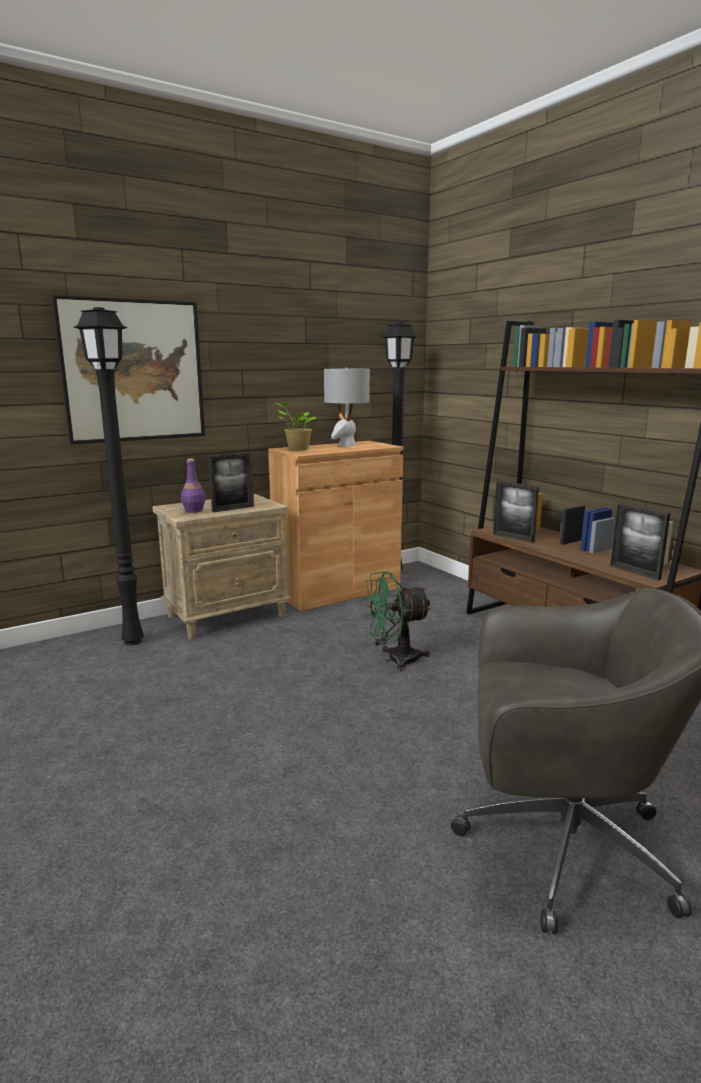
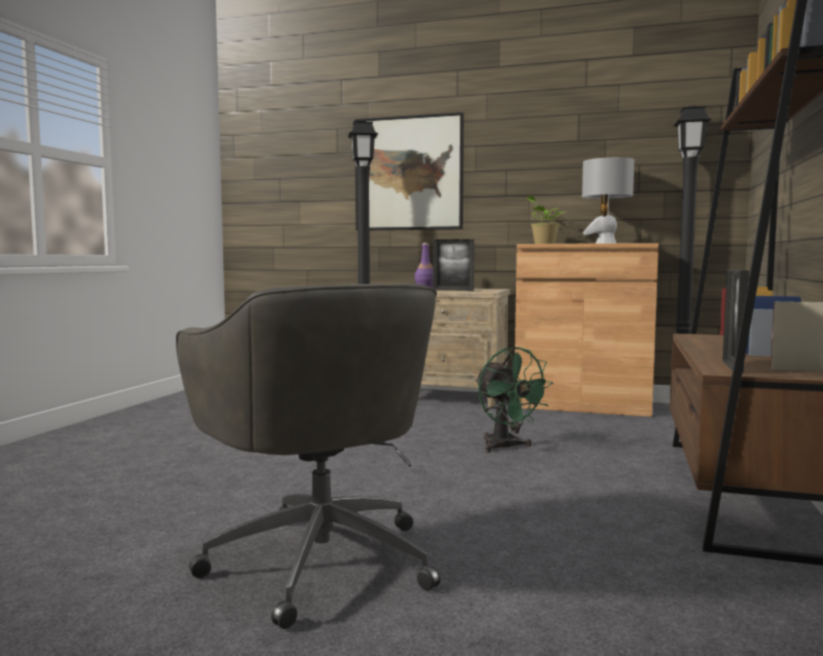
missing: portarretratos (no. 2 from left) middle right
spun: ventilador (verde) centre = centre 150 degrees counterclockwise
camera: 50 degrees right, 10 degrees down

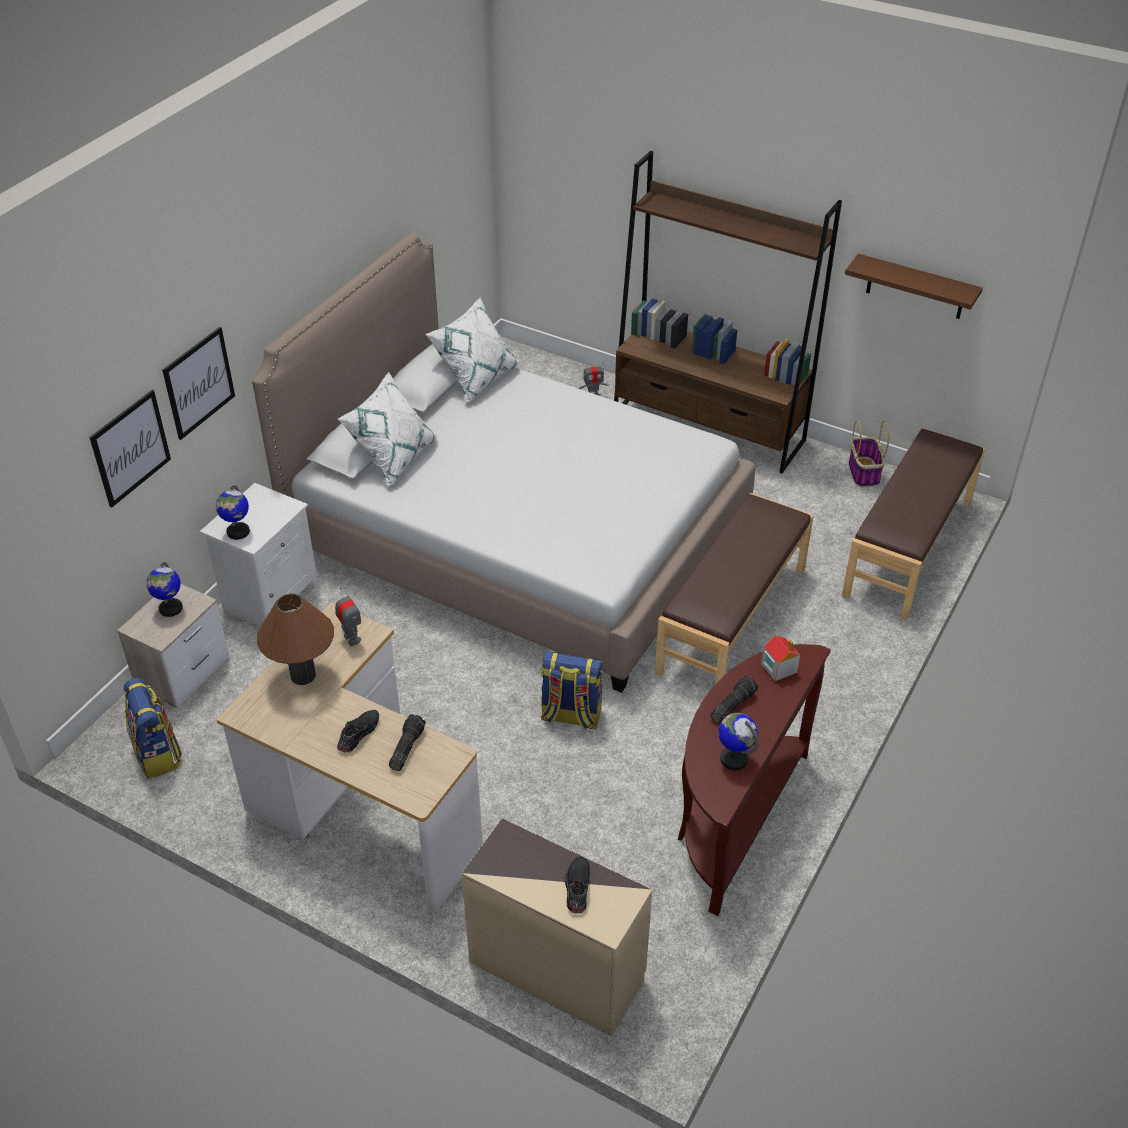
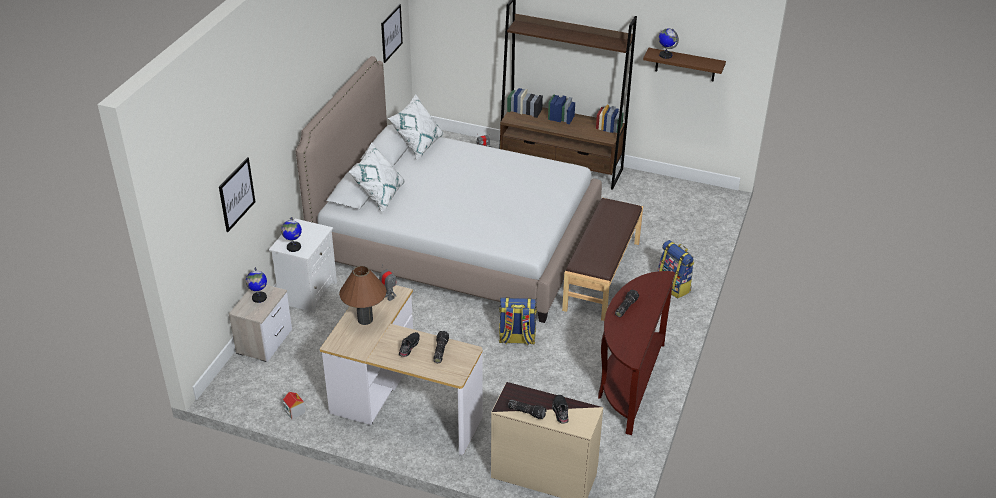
missing: banco (marrón) (no. 2 from left) middle right; cesta middle right
appeared: linterna (no. 2 from left) bottom centre
relocated: mochila (no. 1 from left in the first image) middle left to mochila (no. 2 from left) middle right; cuadro (no. 2 from left) middle left to top centre; globo terráqueo (no. 3 from left) centre to top right; casita middle right to bottom left
camera: 10 degrees left, 5 degrees down

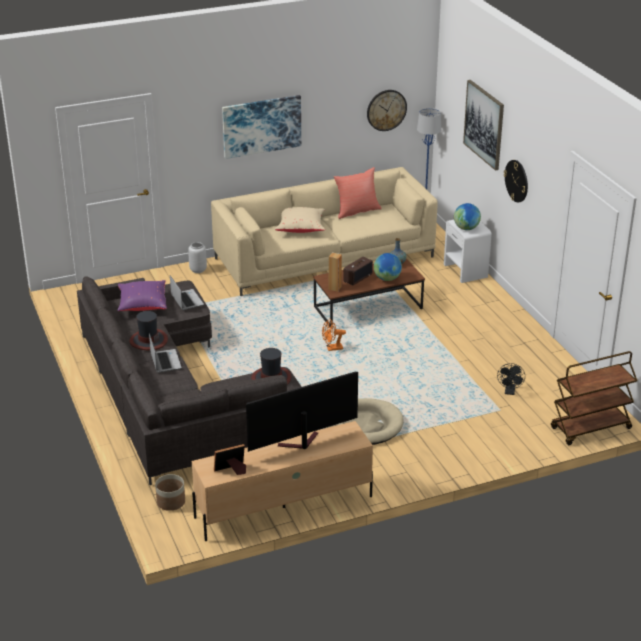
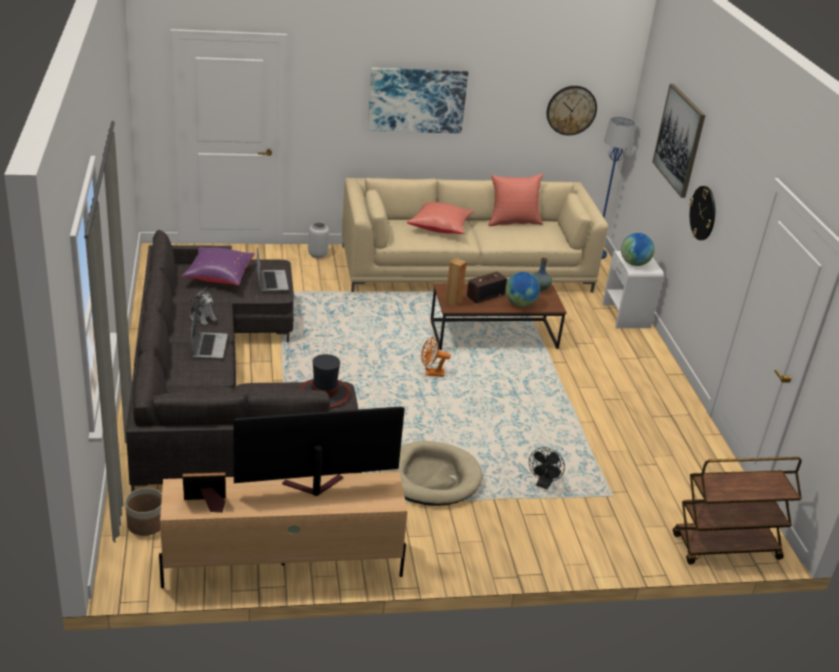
relocated: ventilador (negro) middle right to bottom centre
exchanged: sombrero (no. 1 from left) middle left to peluche middle left
colour: cojín (beis) centre to cojín (rojo) (no. 1 from left) top centre
camera: 10 degrees right, 0 degrees up

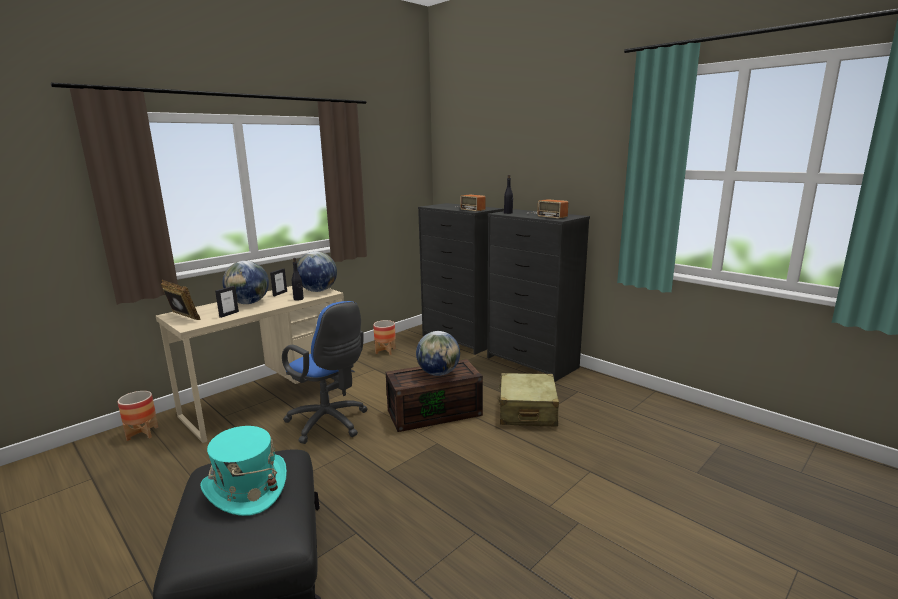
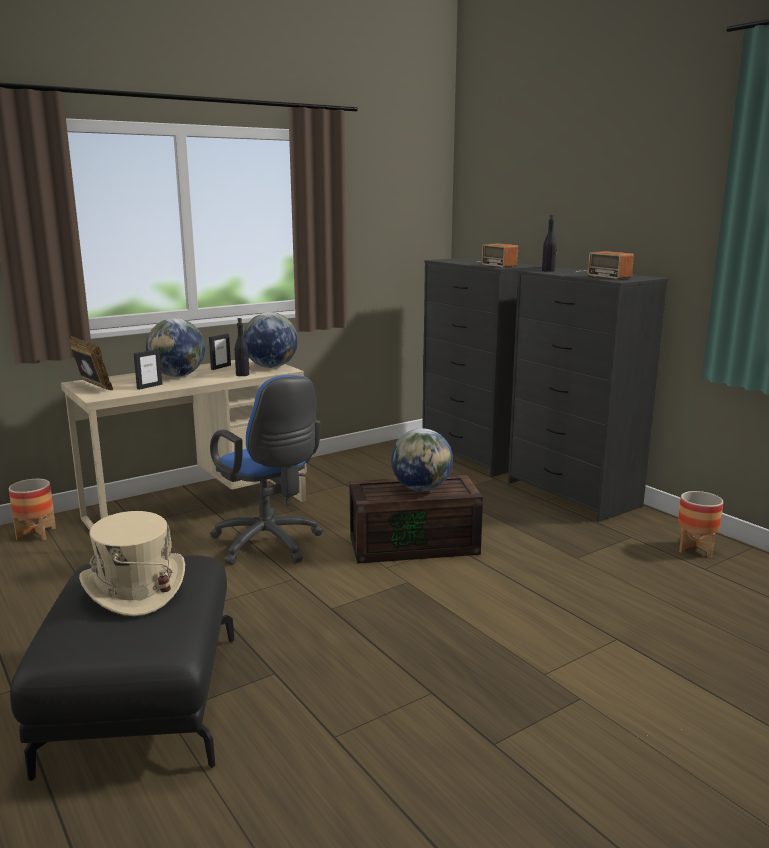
missing: maleta (beis) bottom centre
relocated: maceta (no. 2 from left) centre to middle right
colour: sombrero (turquesa) bottom left to sombrero (beis) middle left
camera: 10 degrees right, 0 degrees up

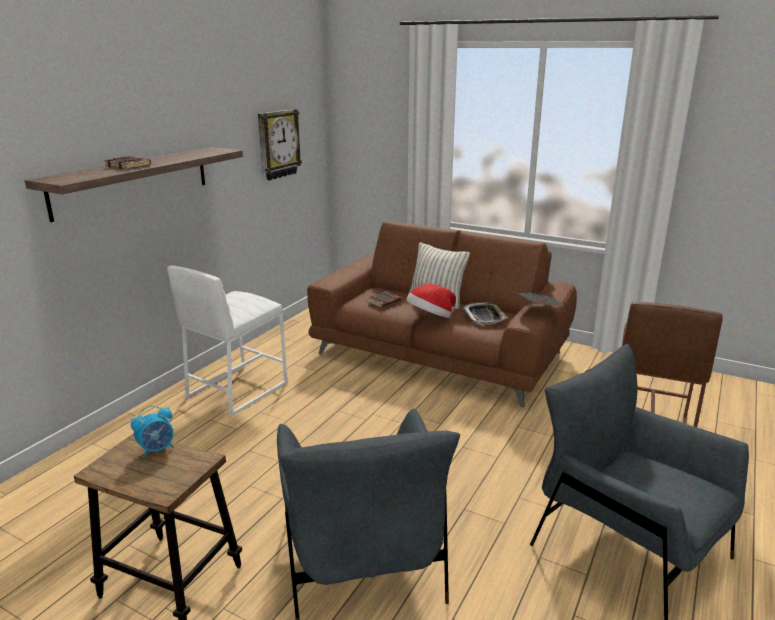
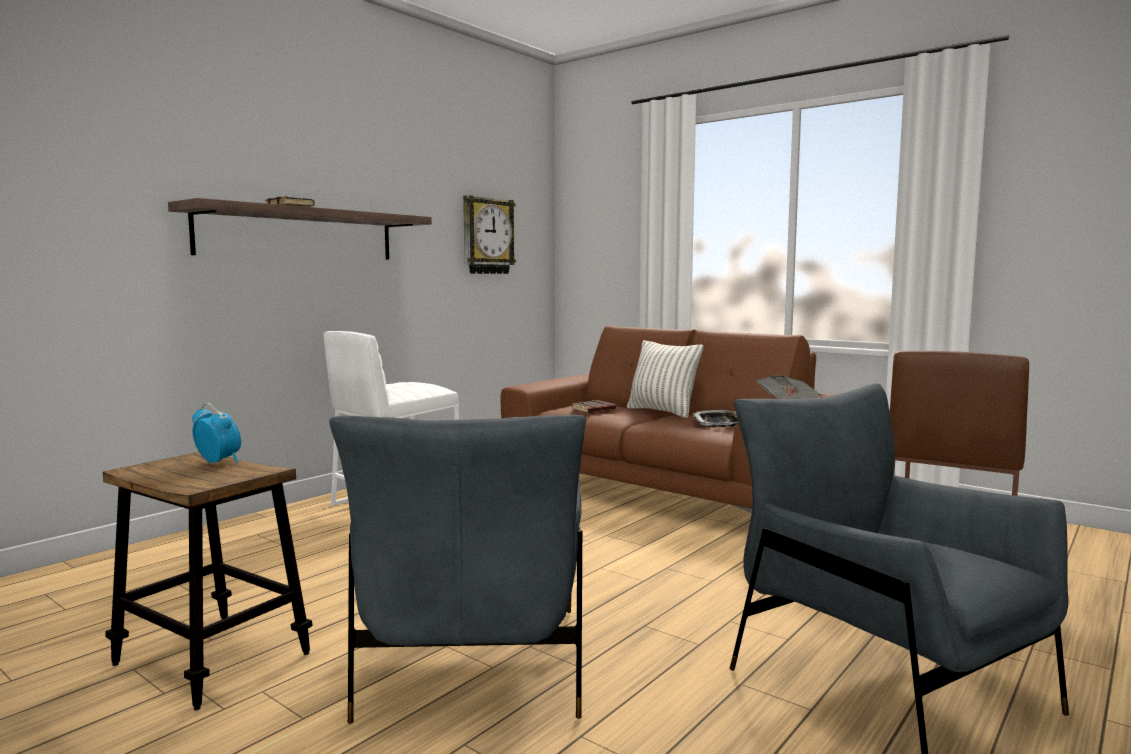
missing: sombrero centre
spun: despertador bottom left = middle left 120 degrees counterclockwise
camera: 10 degrees right, 15 degrees down

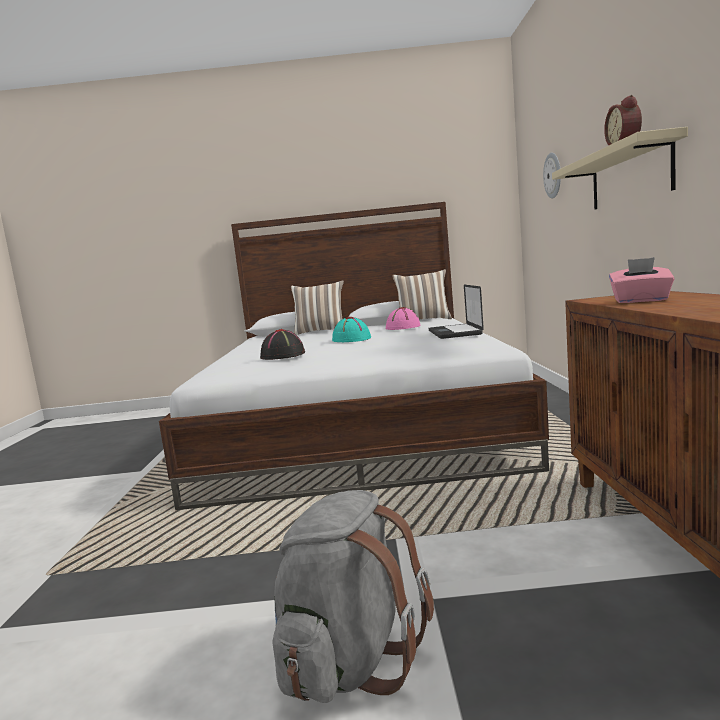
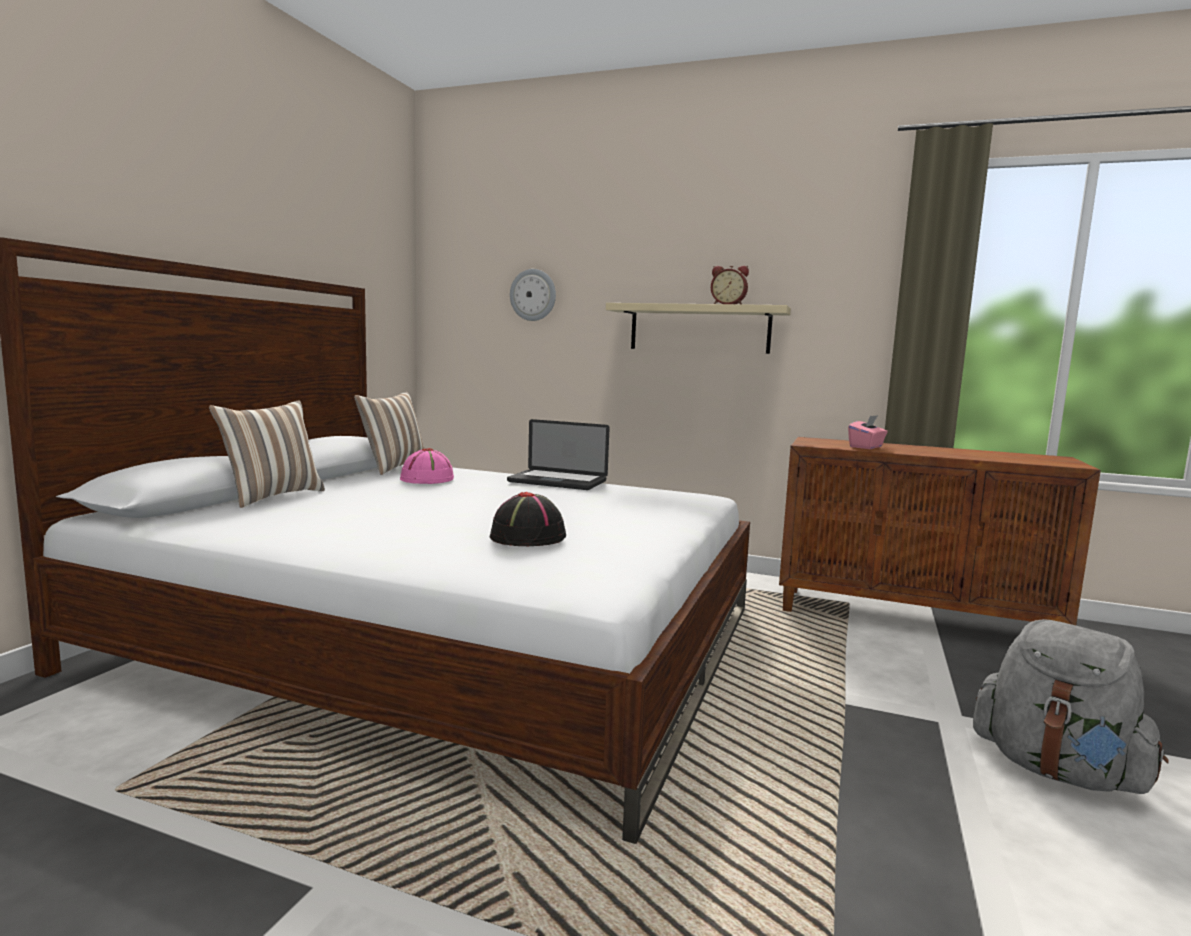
missing: sombrero (turquesa) centre
camera: 70 degrees left, 0 degrees up

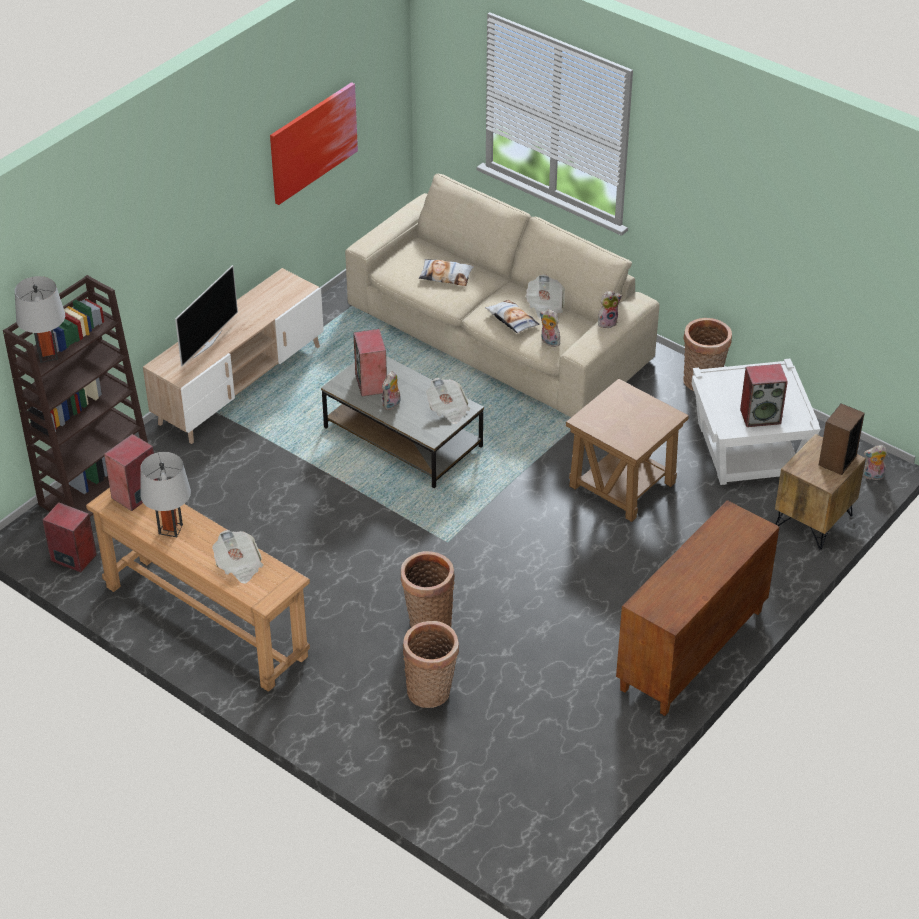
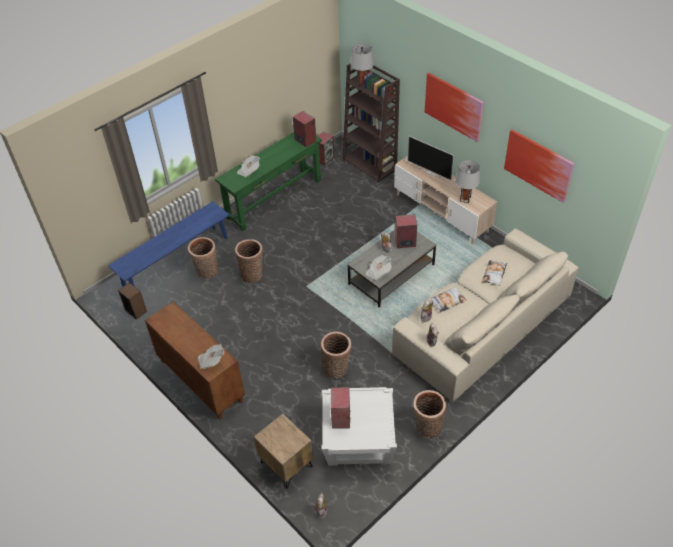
appeared: banco (azul) middle left; cuadro (no. 1 from left) top right
relocated: lámpara de mesa (gris) (no. 2 from left) middle left to top right; periódico (no. 3 from left in the first image) top centre to periódico (no. 1 from left) middle left; altavoz (no. 5 from left in the first image) middle right to altavoz (no. 1 from left) middle left
exchanged: mesa auxiliar (marrón) middle right to cesta (no. 3 from left) centre
colour: mesa consola (marrón) middle left to mesa consola (verde) top centre
camera: 100 degrees right, 5 degrees up

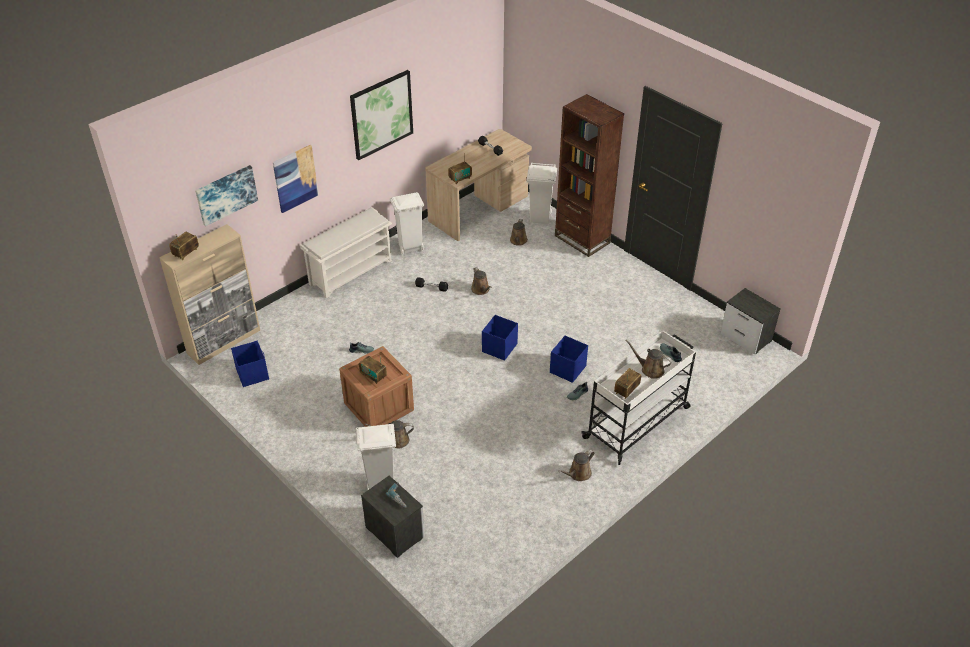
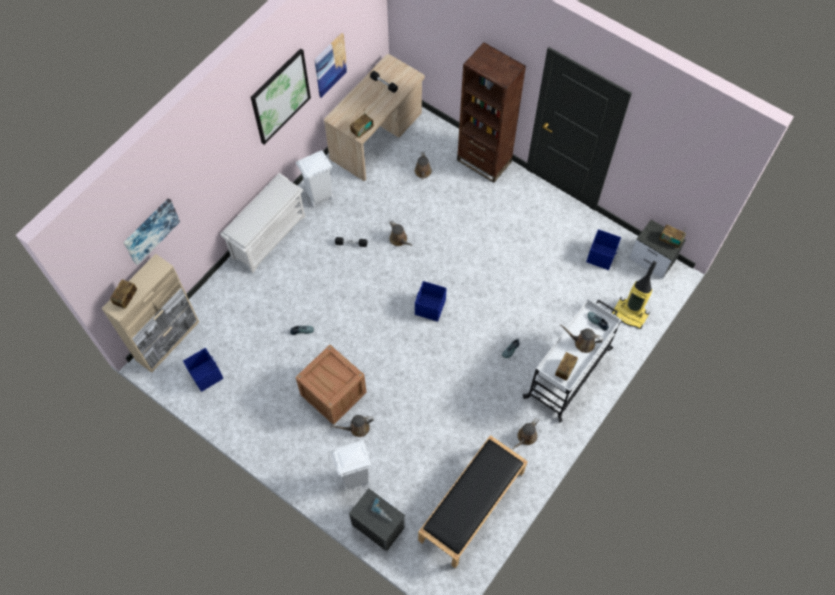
missing: papelera (blanco) (no. 3 from left) top centre
appeared: banco (negro) bottom centre; aspiradora middle right
relocated: cuadro (no. 2 from left in the first image) top left to cuadro (no. 3 from left) top centre; radio (no. 2 from left in the first image) centre to radio (no. 4 from left) middle right; caja de almacenaje (azul) (no. 3 from left) centre to middle right
camera: 10 degrees left, 20 degrees up

